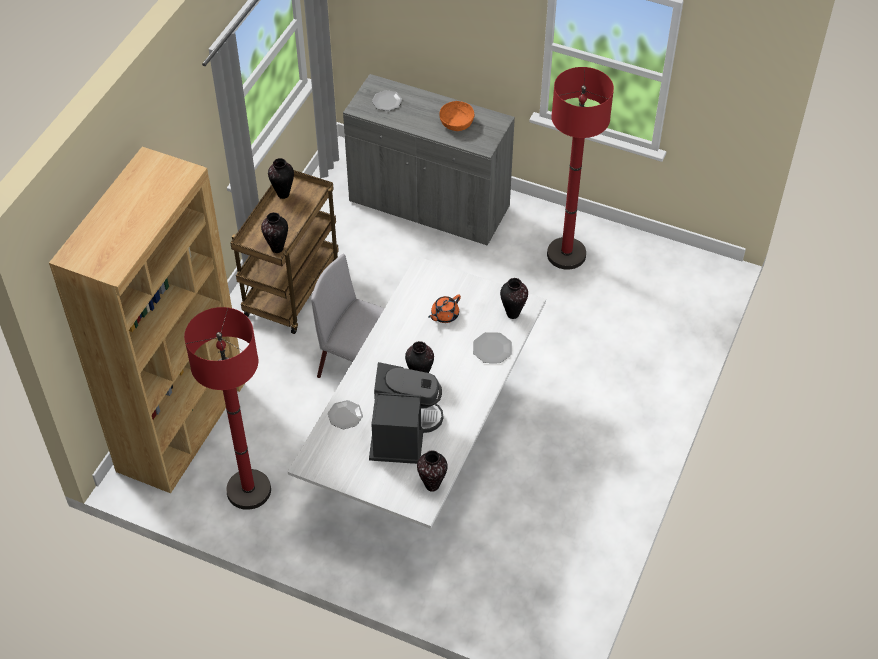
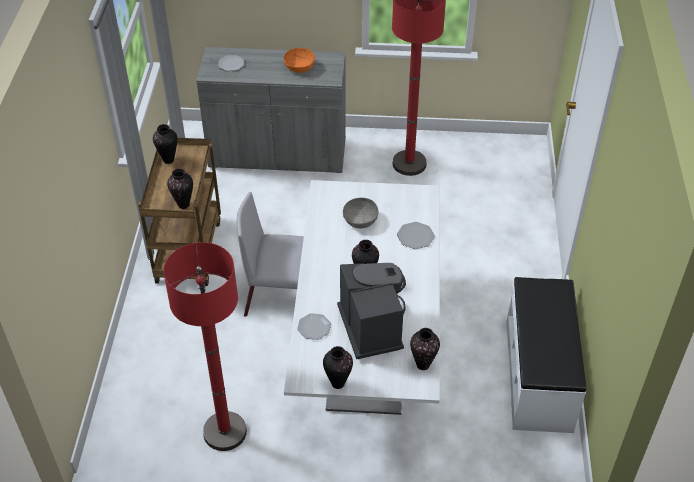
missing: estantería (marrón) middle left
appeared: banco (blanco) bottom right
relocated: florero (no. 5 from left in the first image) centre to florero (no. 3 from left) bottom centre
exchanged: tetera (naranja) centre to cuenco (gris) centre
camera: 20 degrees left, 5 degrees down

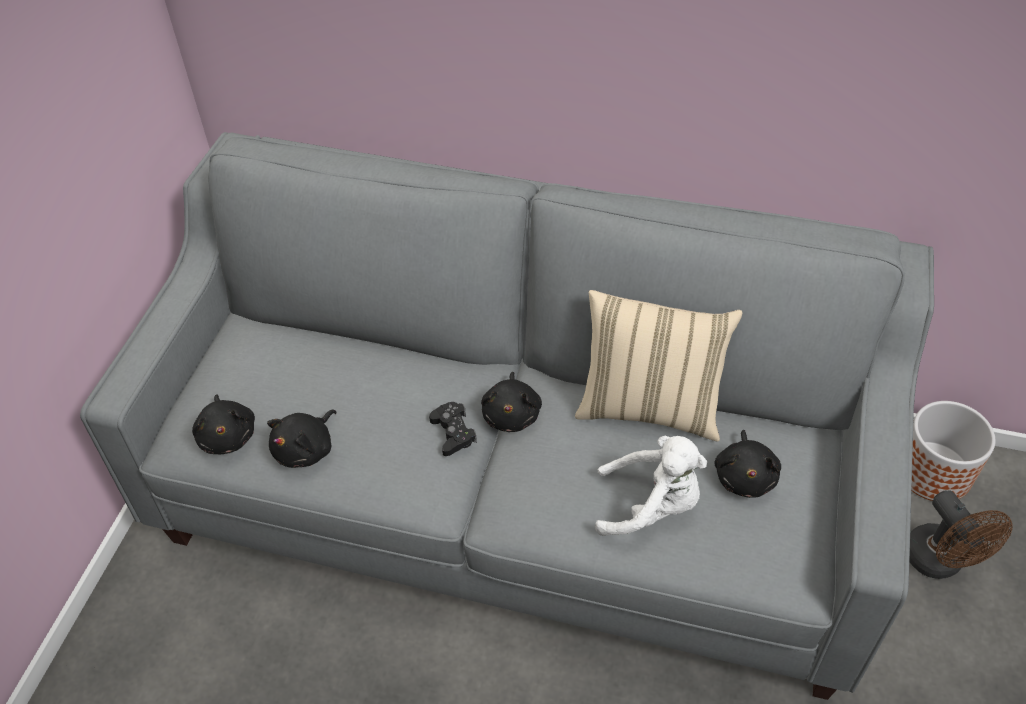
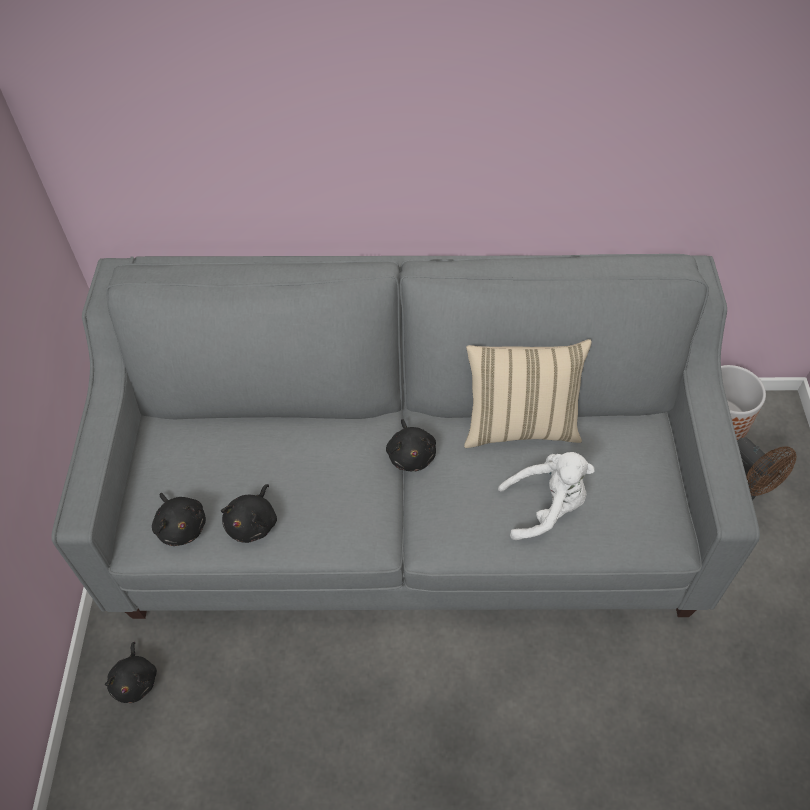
missing: mando de consola (negro) centre
relocated: peluche (negro) (no. 4 from left in the first image) middle right to peluche (negro) (no. 1 from left) bottom left
camera: 15 degrees left, 5 degrees up

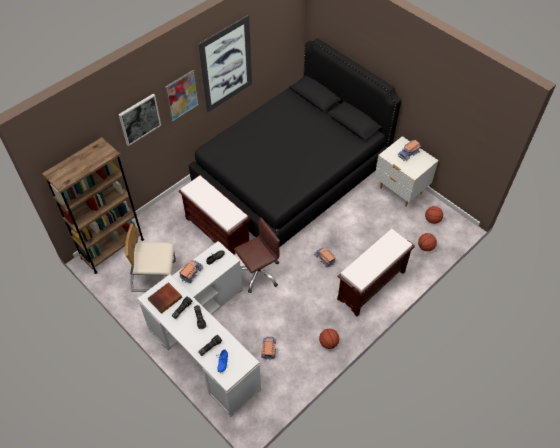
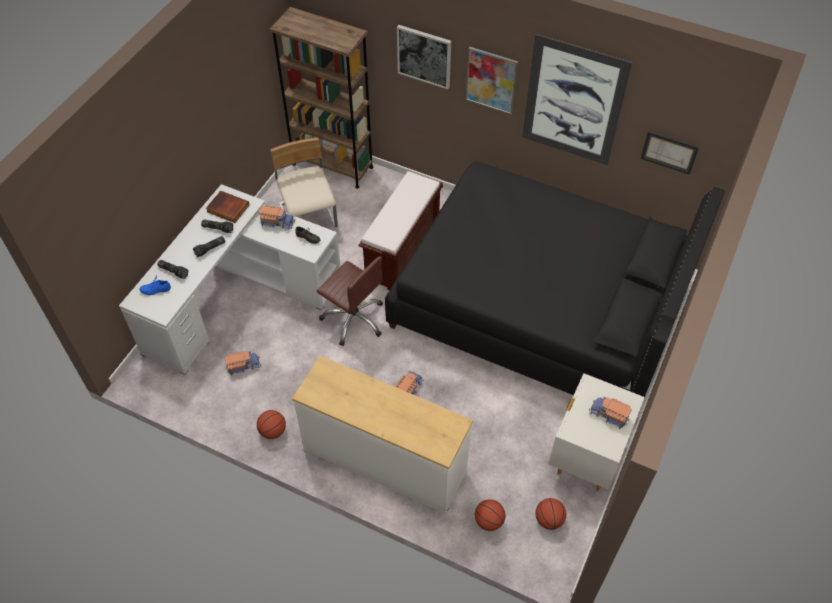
appeared: cuadro (no. 4 from left) top right
exchanged: banco (marrón) (no. 2 from left) middle right to cómoda (blanco) bottom centre
camera: 70 degrees right, 0 degrees up

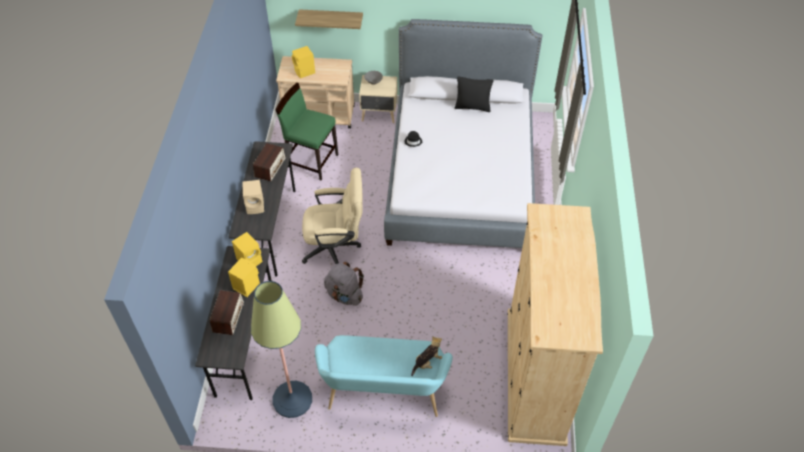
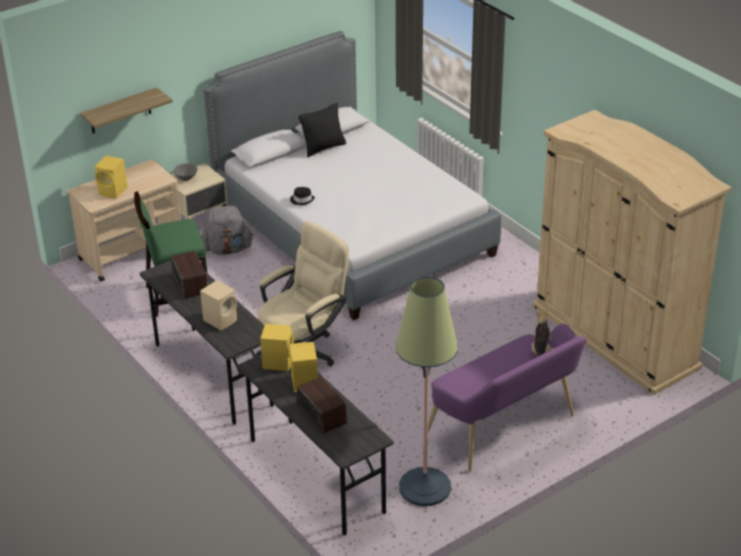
relocated: mochila (gris) centre to middle left
colour: banco (turquesa) bottom centre to banco (morado) bottom right
camera: 40 degrees left, 15 degrees down

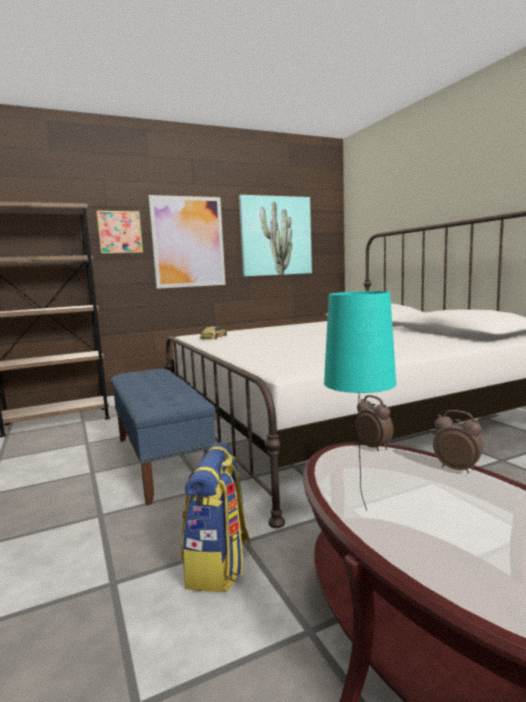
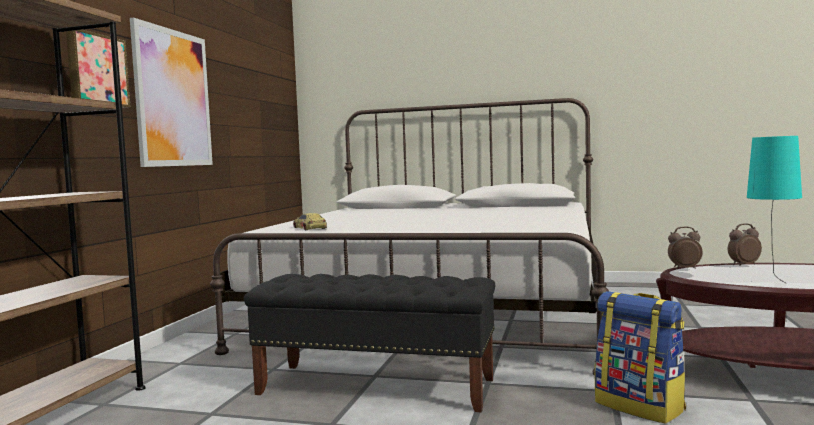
missing: cuadro (no. 3 from left) centre
colour: banco (azul) middle left to banco (negro) bottom centre
camera: 50 degrees left, 5 degrees down

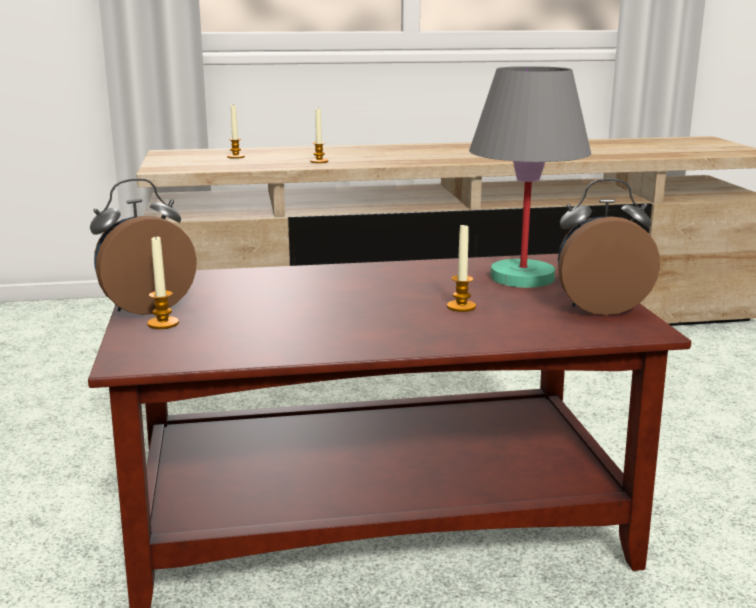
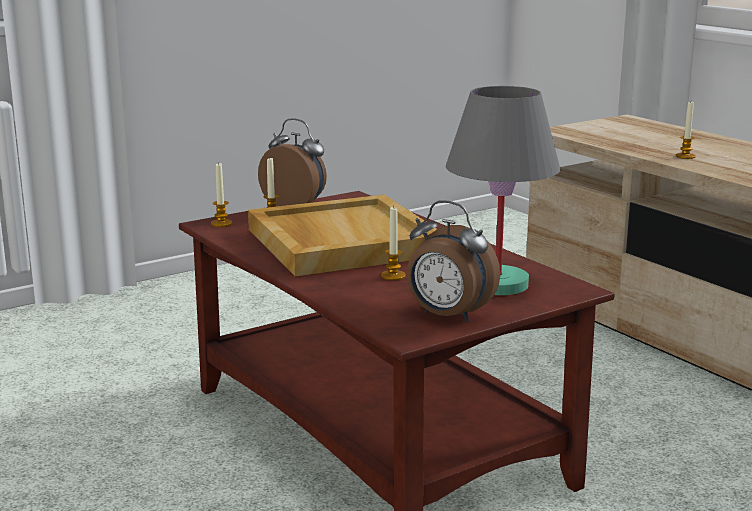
appeared: bandeja (beis) centre
relocated: vela (no. 2 from left in the first image) top left to vela (no. 1 from left) middle left
spun: despertador (no. 2 from left) middle right = centre 150 degrees clockwise
camera: 65 degrees right, 0 degrees up

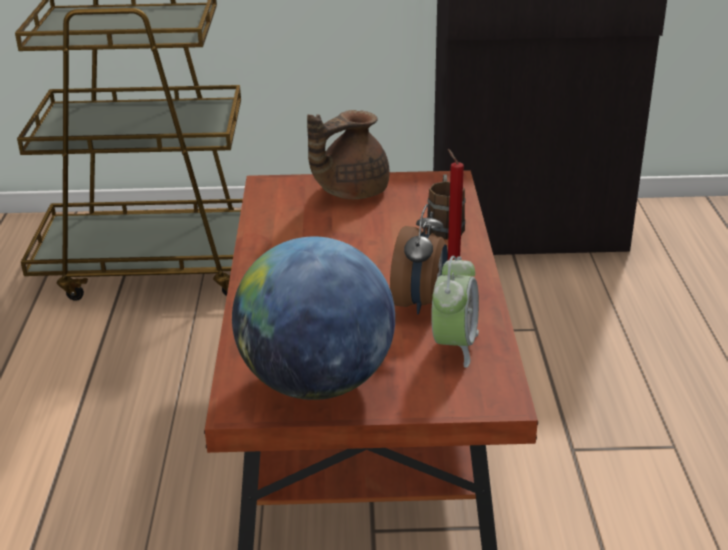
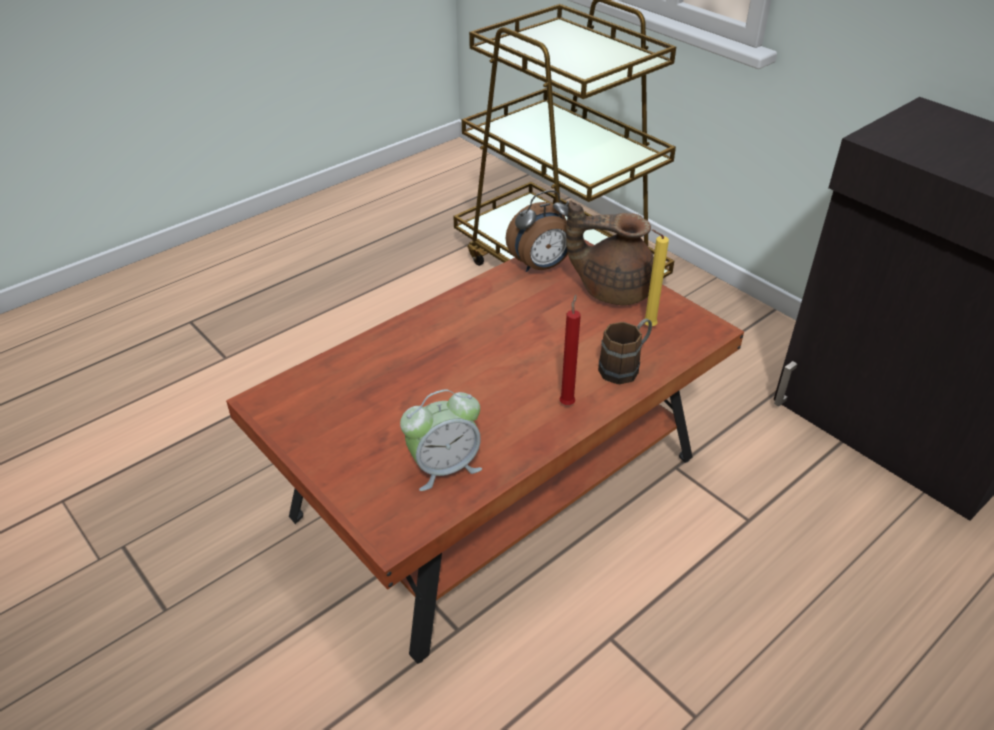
missing: globo terráqueo centre
appeared: vela (amarillo) centre
relocated: despertador (no. 1 from left in the first image) centre to despertador (no. 2 from left) top centre
camera: 50 degrees right, 10 degrees up

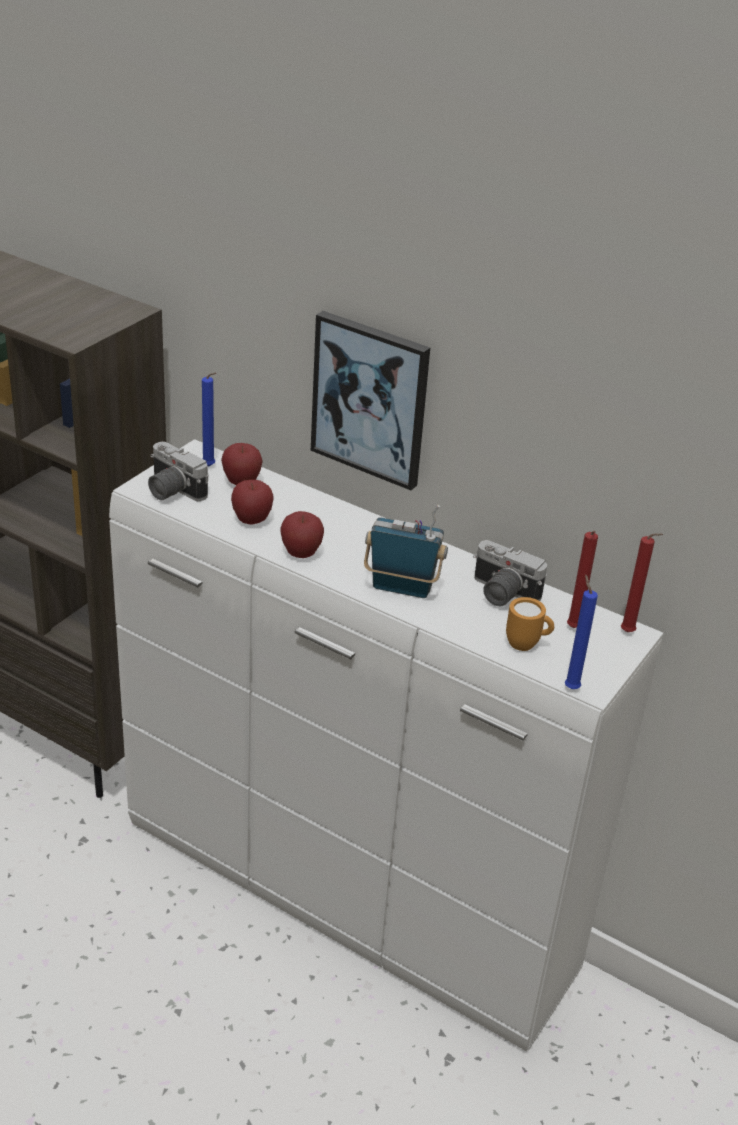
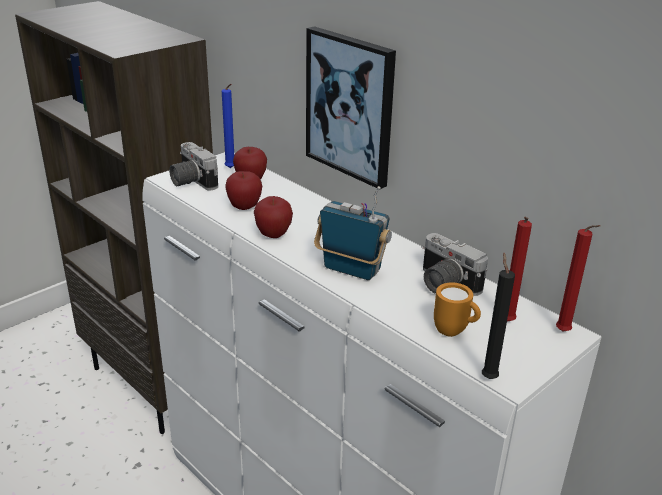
colour: vela (azul) (no. 2 from left) middle right to vela (negro) middle right
camera: 15 degrees right, 5 degrees down

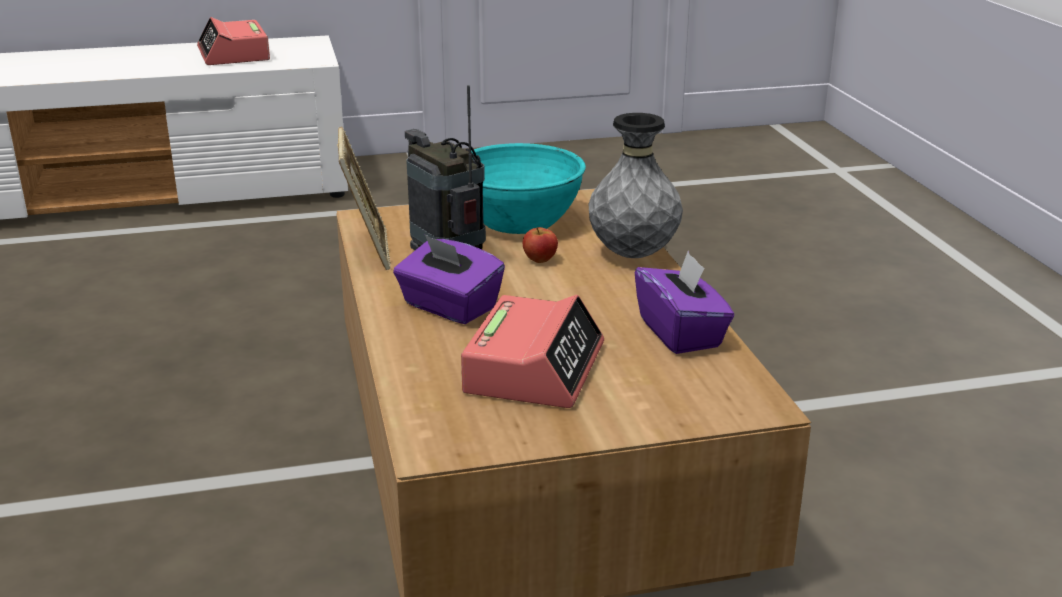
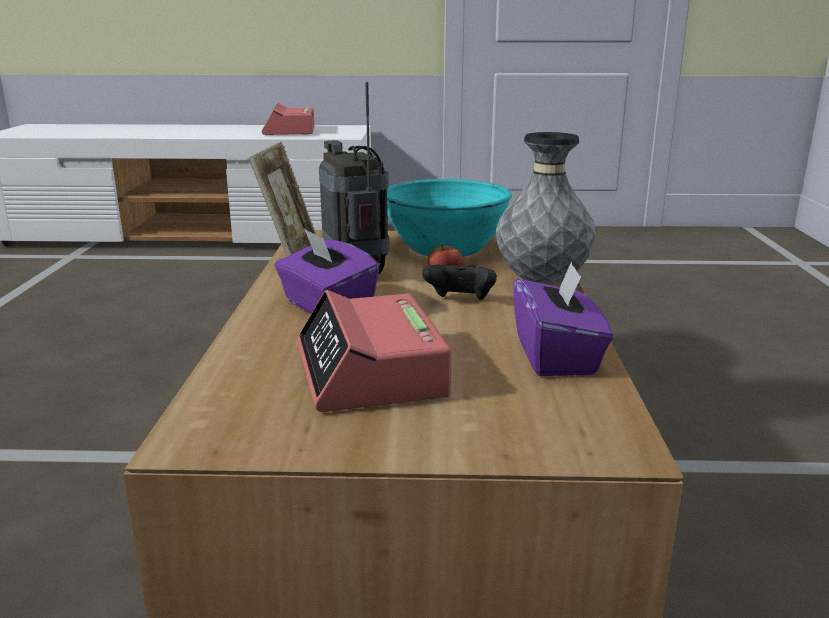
appeared: mando de consola (negro) centre
spun: despertador (no. 2 from left) centre = centre 135 degrees clockwise
camera: 15 degrees right, 5 degrees down

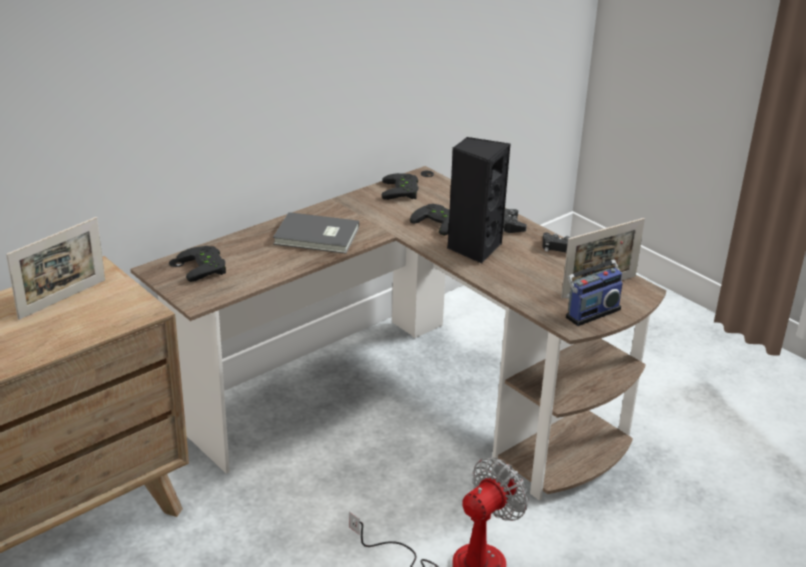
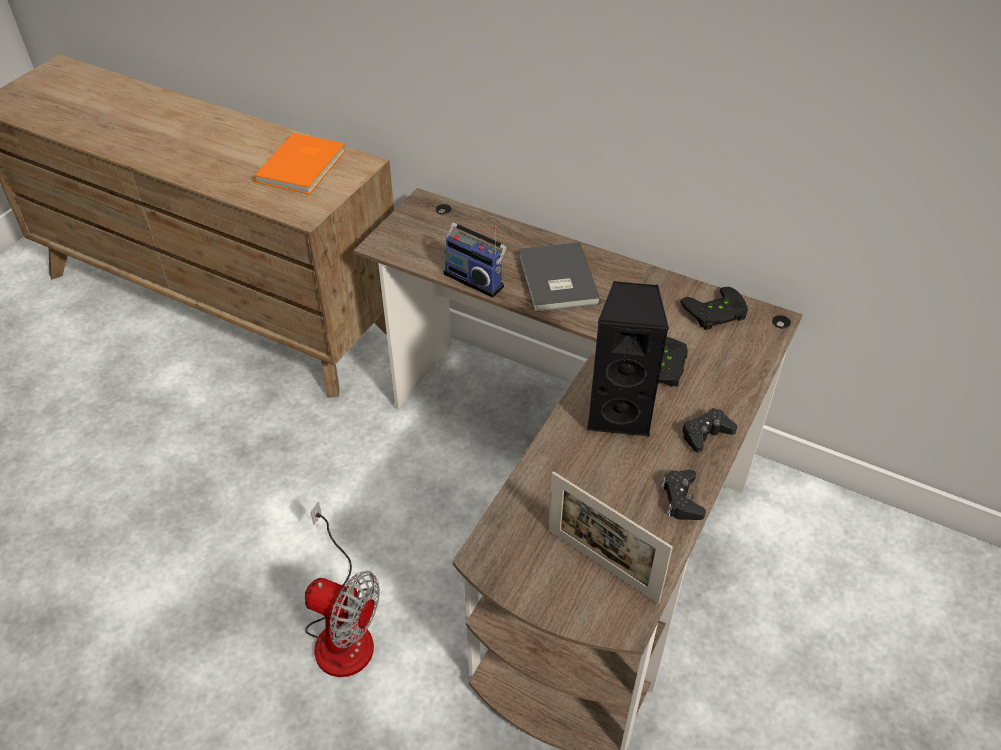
missing: mando de consola (negro) (no. 1 from left) middle left
relocated: radio middle right to centre
exchanged: portarretratos (no. 1 from left) middle left to libro (naranja) top left
camera: 70 degrees right, 15 degrees up

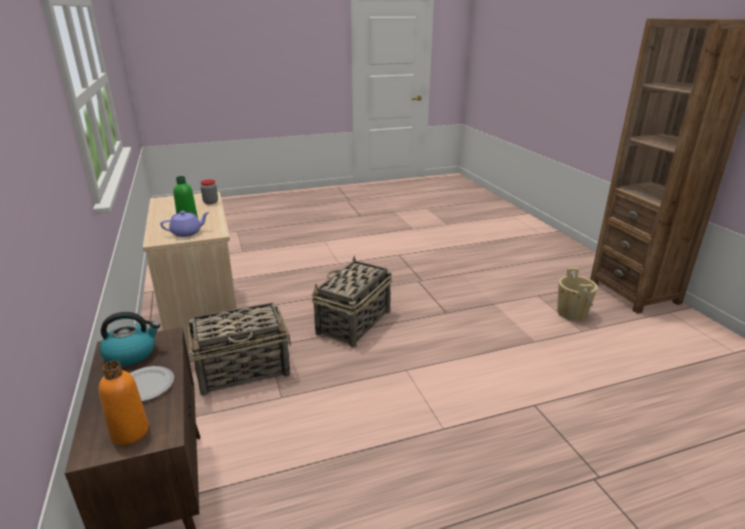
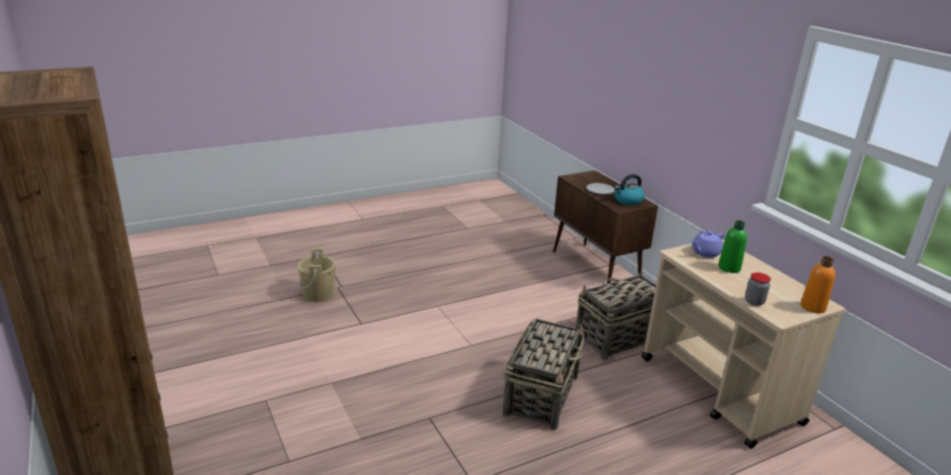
relocated: botella (naranja) bottom left to middle right; cubo (beis) middle right to centre
camera: 170 degrees right, 0 degrees up

